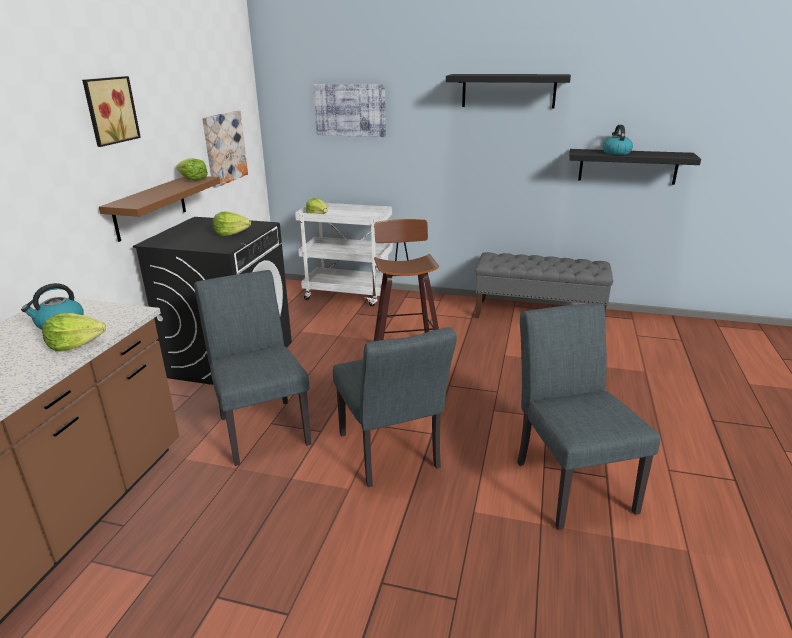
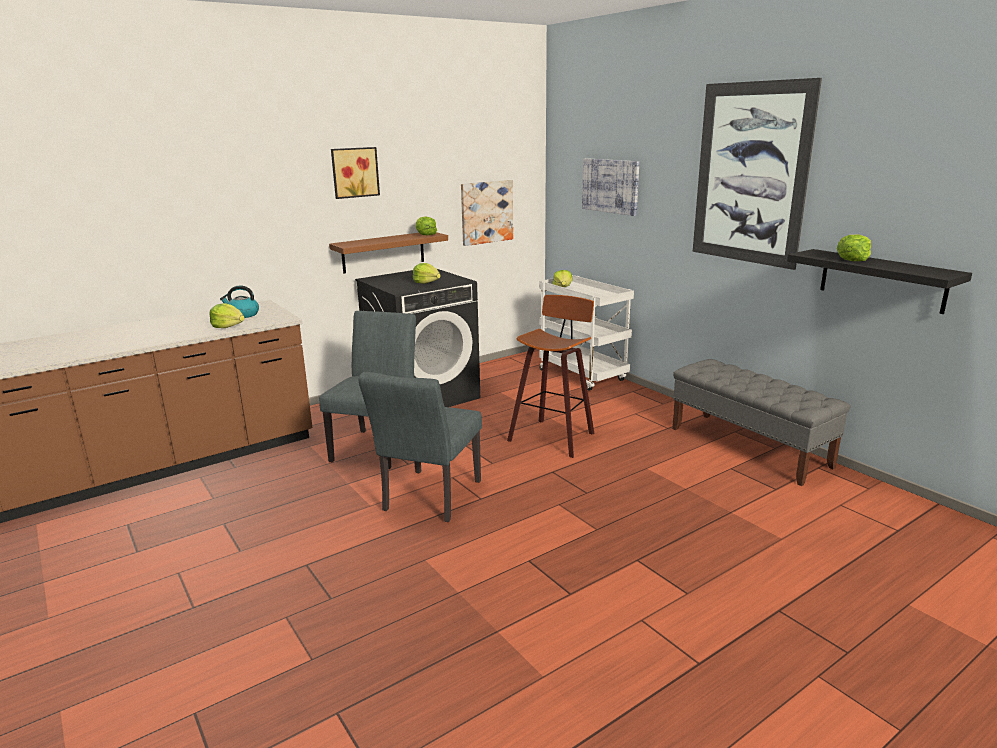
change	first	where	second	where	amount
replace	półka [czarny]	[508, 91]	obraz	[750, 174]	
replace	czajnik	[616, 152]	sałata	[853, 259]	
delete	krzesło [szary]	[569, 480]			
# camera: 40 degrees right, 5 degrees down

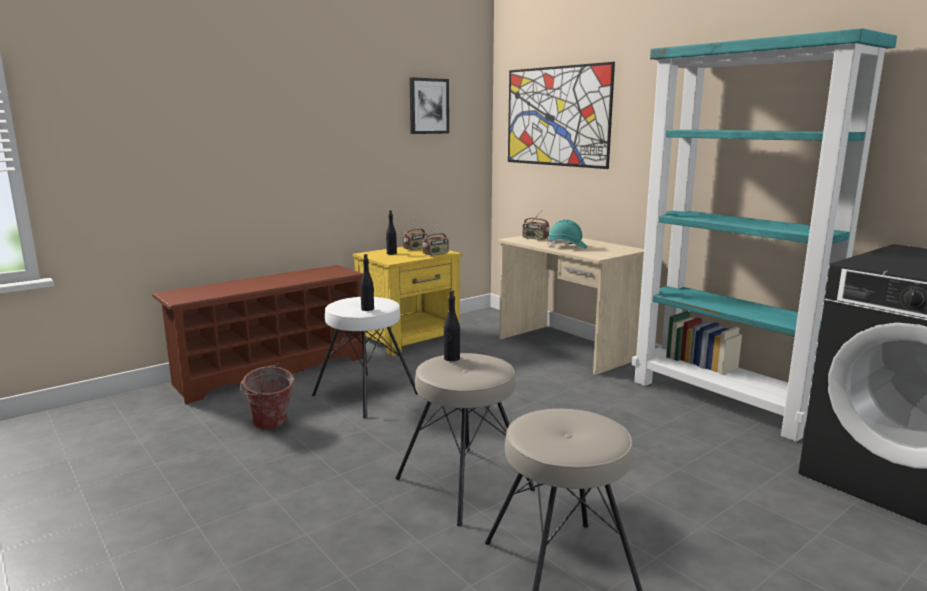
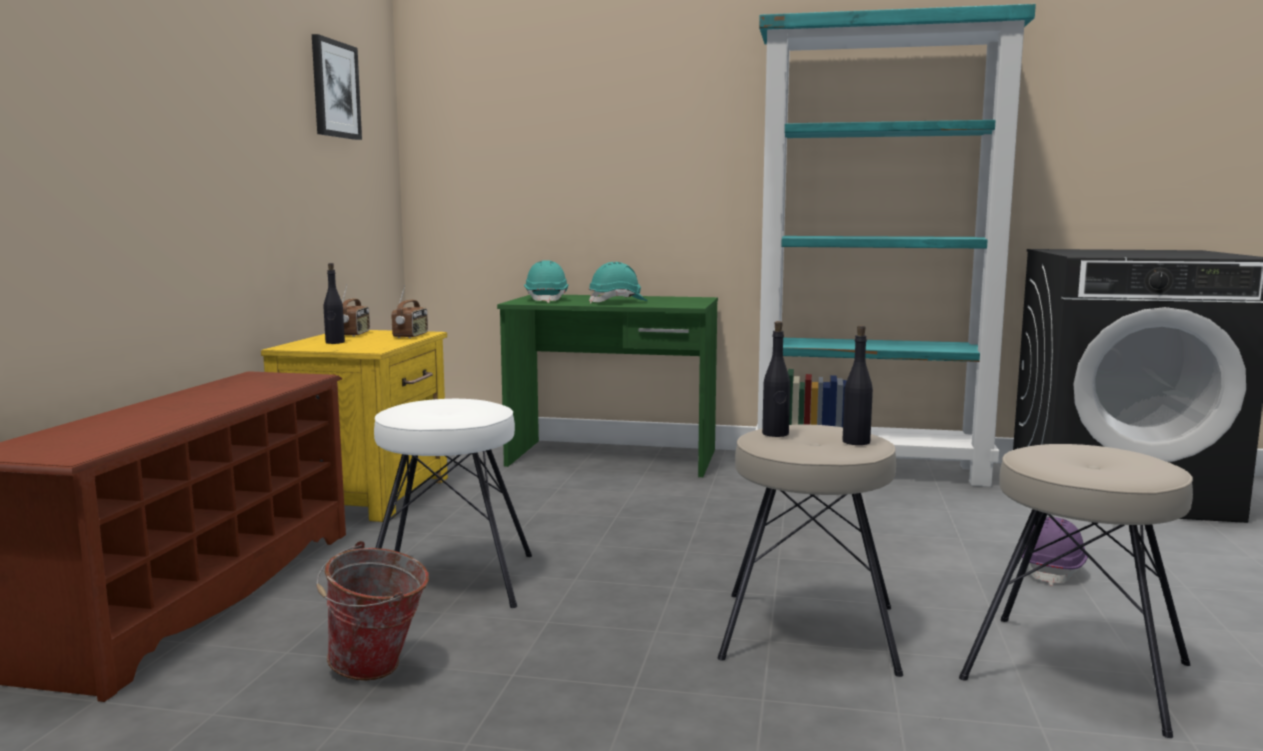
change	first	where	second	where	amount
delete	obraz	[556, 116]			
replace	radio	[535, 239]	kask [turkusowy]	[547, 299]	
recolor	biurko [beżowy]	[566, 348]	biurko [zielony]	[613, 458]	
move	butelka [czarny]	[368, 309]		[856, 442]	
insert			kask [fioletowy]	[1052, 570]	
# camera: 40 degrees left, 5 degrees down

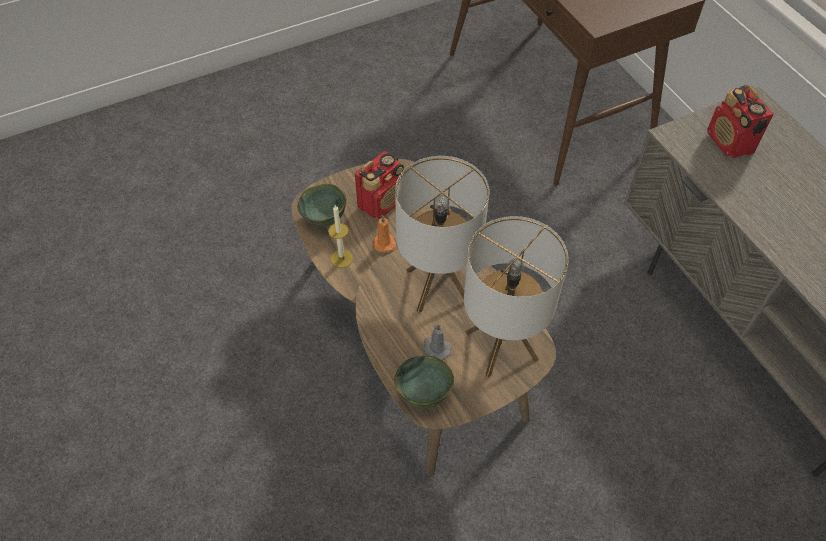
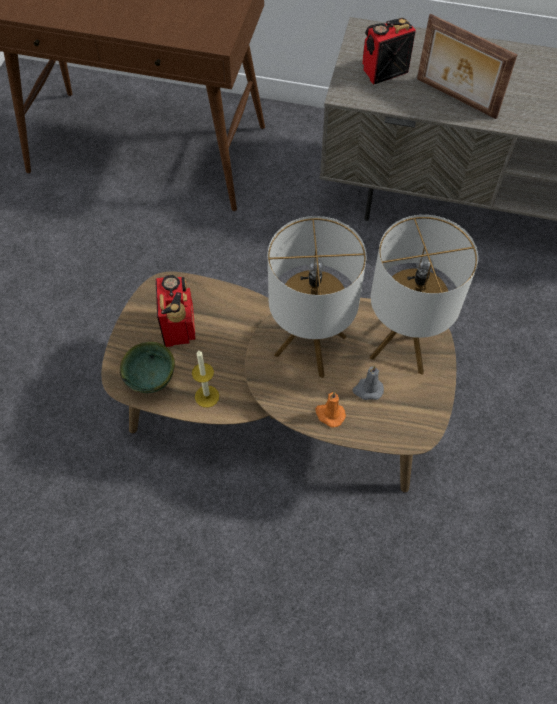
change	first	where	second	where	amount
rotate	radio	[730, 143]		[383, 71]	135 degrees clockwise
move	świeca [pomarańczowy]	[384, 242]		[329, 414]	
delete	miska [zielony]	[422, 395]			
insert			ramka na zdjęcie	[455, 99]	
# camera: 50 degrees left, 5 degrees up

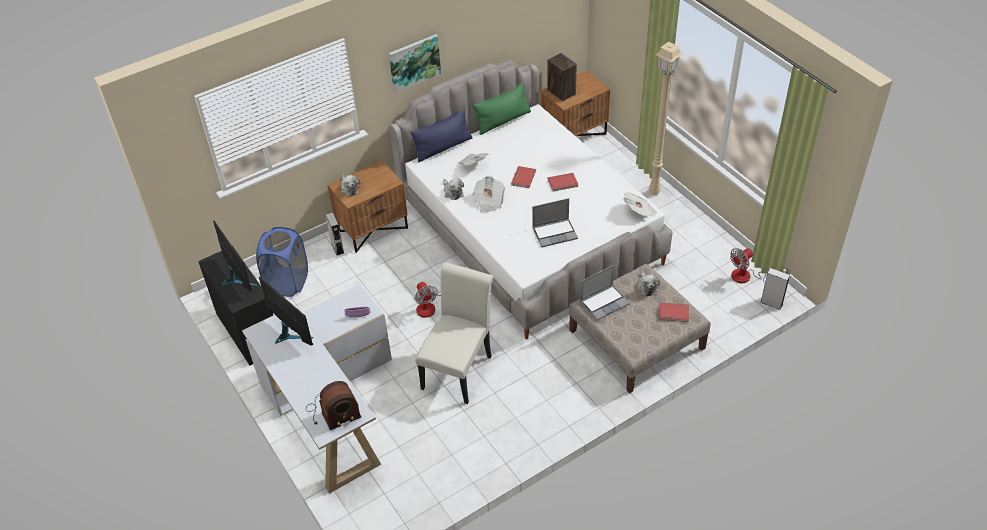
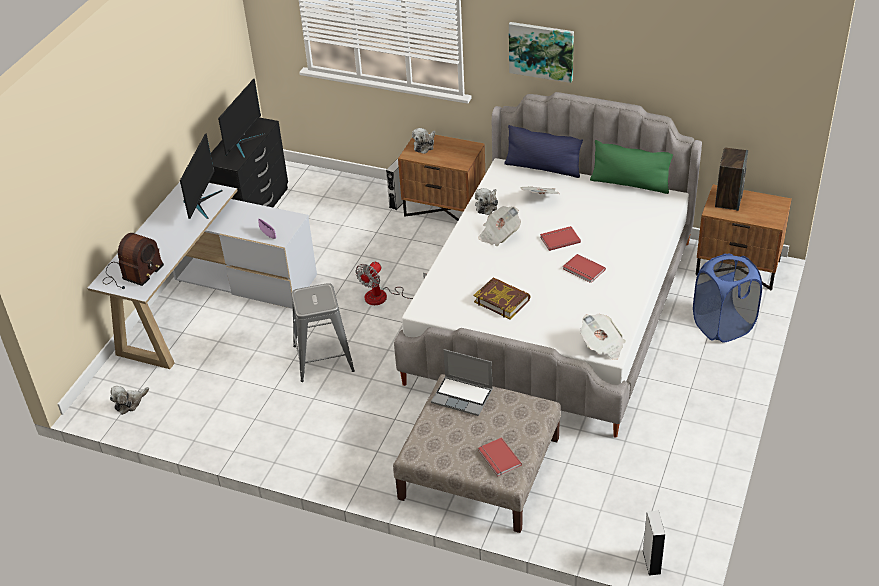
change	first	where	second	where	amount
delete	lampa stojąca [beżowy]	[655, 192]			
replace	laptop	[555, 233]	książka	[502, 301]	
move	kosz na pranie [niebieski]	[288, 282]		[723, 326]	
delete	wentylator	[748, 277]			
replace	krzesło [biały]	[459, 368]	stołek [szary]	[323, 358]	
move	pluszak	[646, 287]		[129, 403]	
rotate	radio	[333, 411]		[132, 274]	90 degrees counterclockwise
# camera: 55 degrees right, 5 degrees down

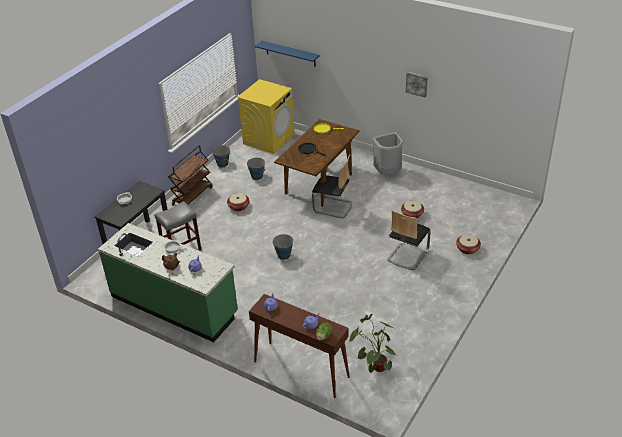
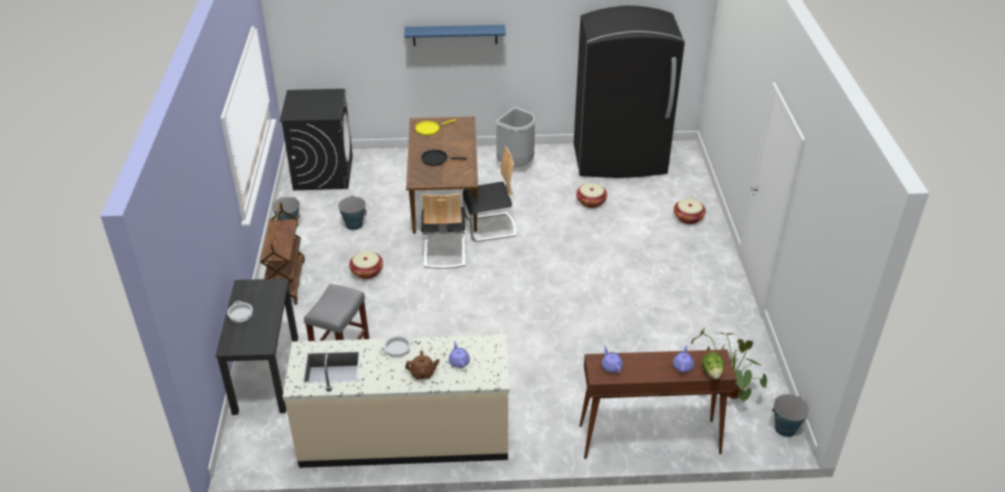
change	first	where	second	where	amount
move	półka [niebieski]	[290, 53]		[455, 35]	
delete	obraz	[417, 84]			
recolor	pralka [żółty]	[269, 139]	pralka [czarny]	[323, 172]	
move	krzesło	[407, 255]		[444, 252]	
recolor	zabudowa kuchenna [zielony]	[174, 305]	zabudowa kuchenna [beżowy]	[404, 436]	
move	wiadro	[283, 255]		[785, 428]	
insert			lodówka [czarny]	[620, 160]	
# camera: 35 degrees left, 0 degrees up

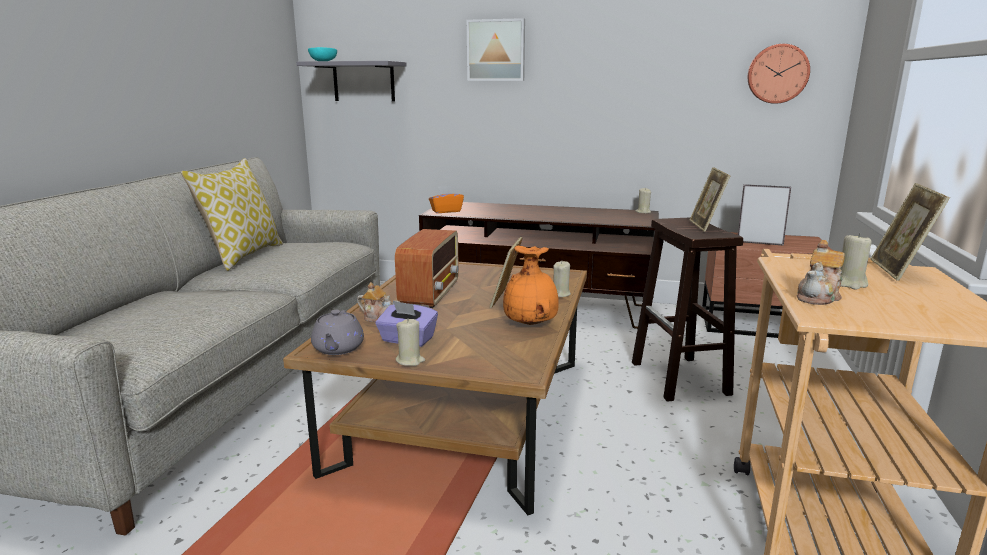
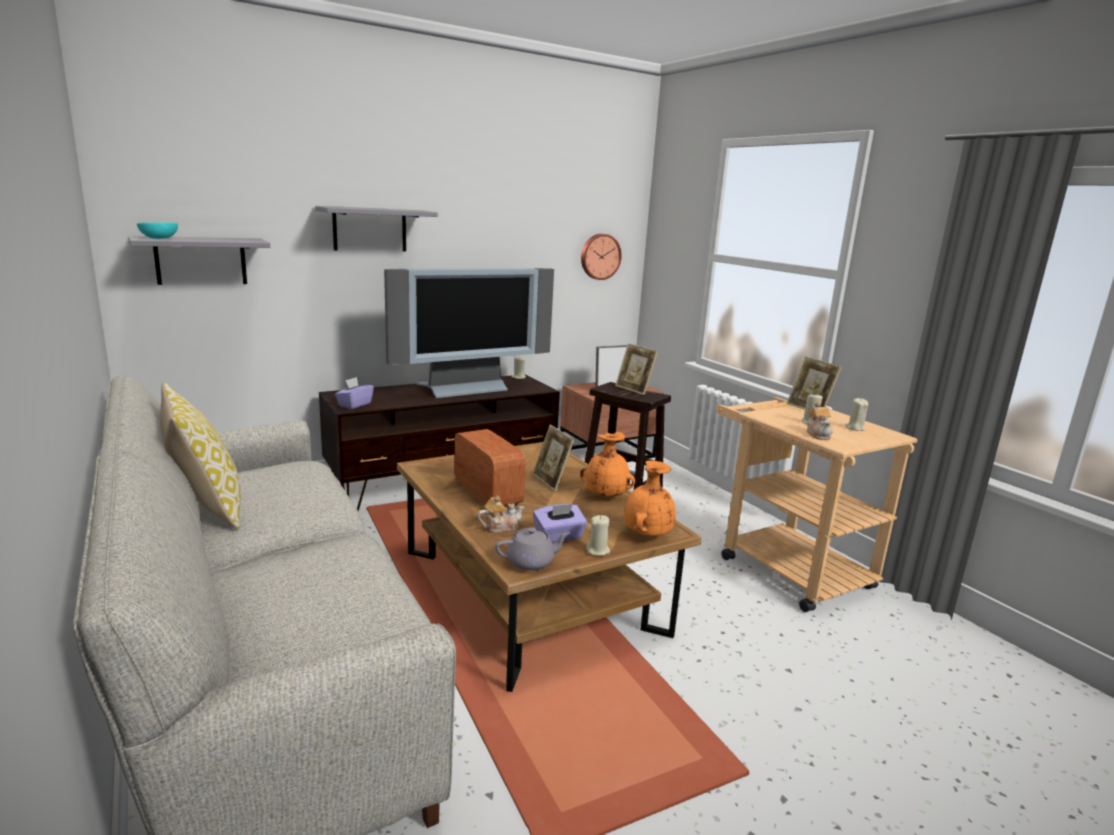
change	first	where	second	where	amount
replace	obraz	[496, 50]	półka [szary]	[370, 229]	
recolor	pudełko chusteczek [pomarańczowy]	[446, 211]	pudełko chusteczek [fioletowy]	[354, 404]	
move	świeca [beżowy]	[560, 294]		[855, 428]	
rotate	imbryk [szary]	[338, 349]		[531, 562]	60 degrees counterclockwise
insert			telewizor	[465, 389]	
insert			wazon [pomarańczowy]	[646, 534]	
# camera: 45 degrees left, 0 degrees up

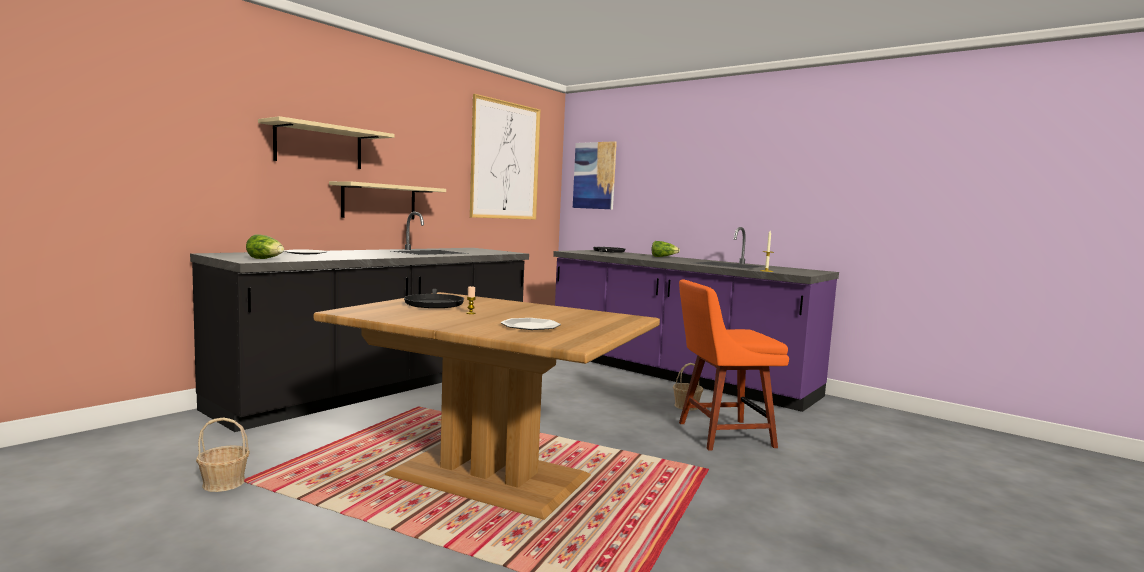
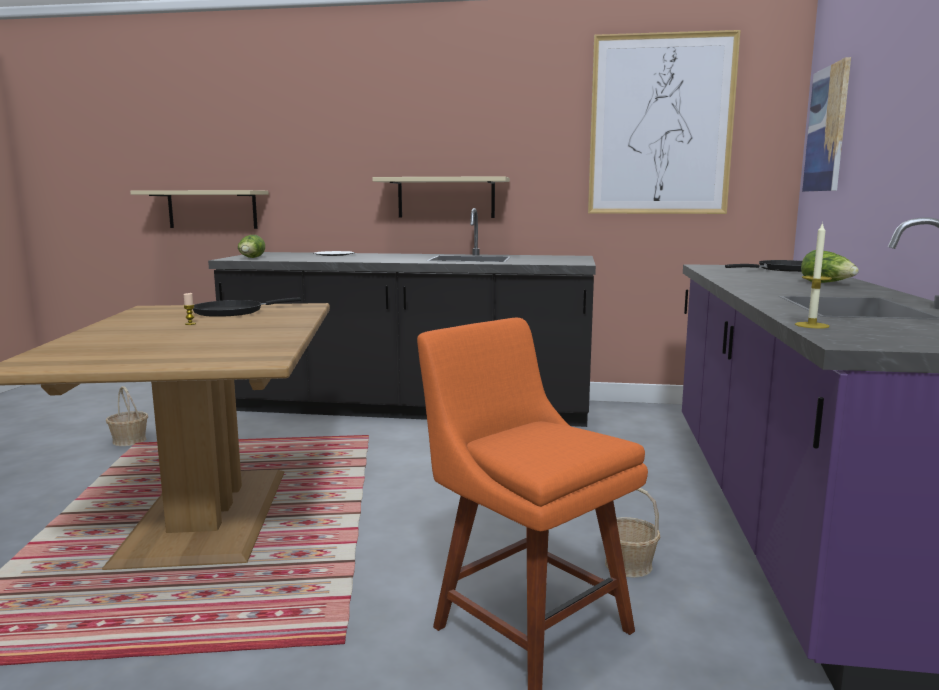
change	first	where	second	where	amount
move	półka [beżowy]	[319, 146]		[212, 209]	
delete	talerz	[530, 326]			
# camera: 60 degrees right, 5 degrees up

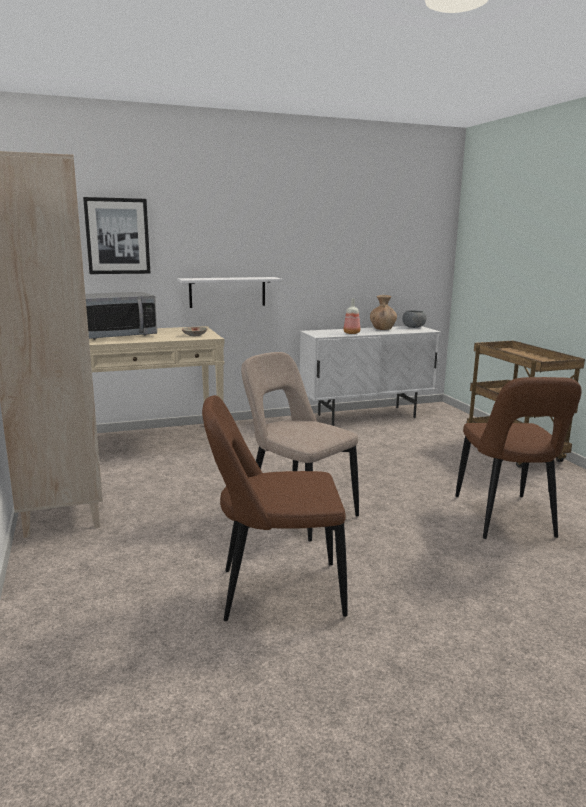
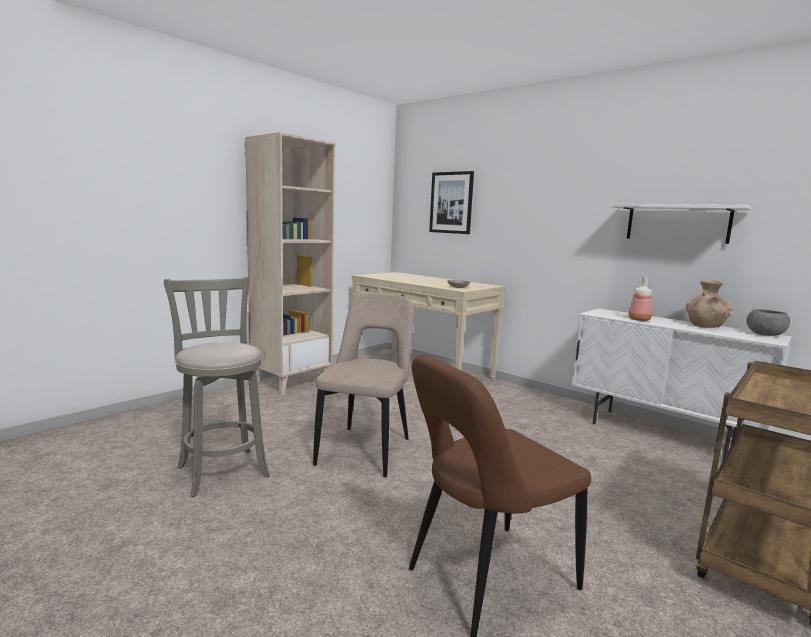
change	first	where	second	where	amount
move	półka [biały]	[227, 292]		[677, 223]	
delete	mikrofalówka	[117, 335]			
replace	krzesło [brązowy]	[274, 592]	stołek [szary]	[222, 469]	
# camera: 60 degrees right, 5 degrees down

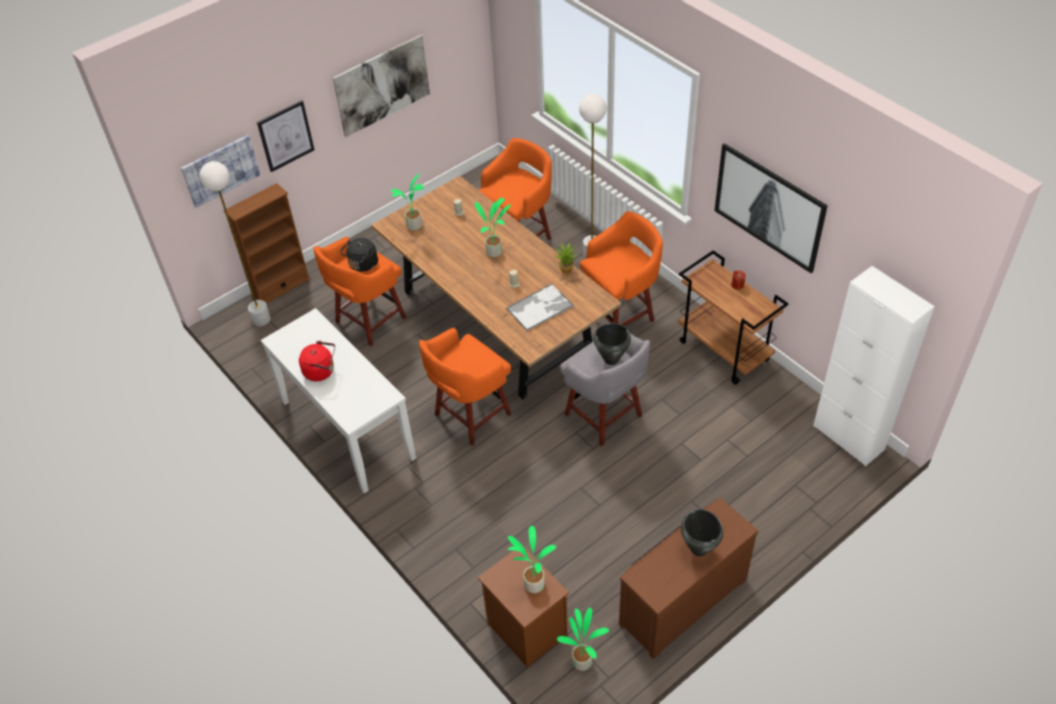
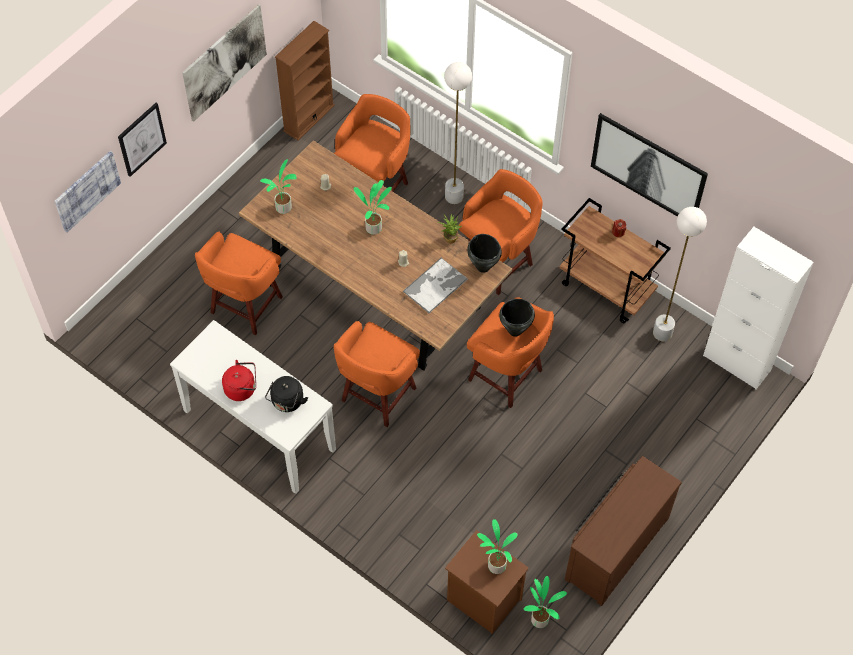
change	first	where	second	where	amount
move	lampa stojąca [biały]	[261, 319]		[662, 333]	
move	regał [brązowy]	[281, 287]		[309, 118]	
move	czajnik [czarny]	[362, 265]		[287, 402]	
recolor	stołek [szary]	[605, 417]	stołek [pomarańczowy]	[507, 376]	
move	garnek [czarny]	[699, 549]		[483, 266]	
# camera: 15 degrees left, 10 degrees up

